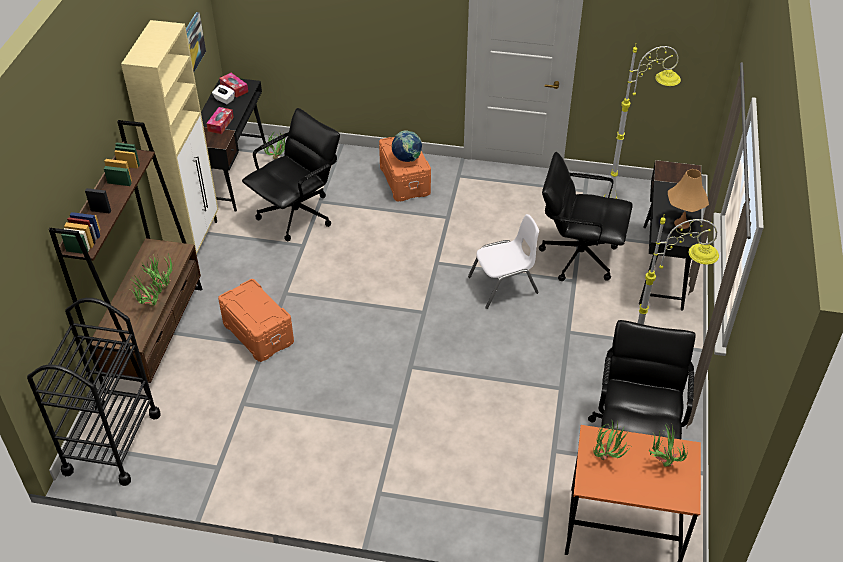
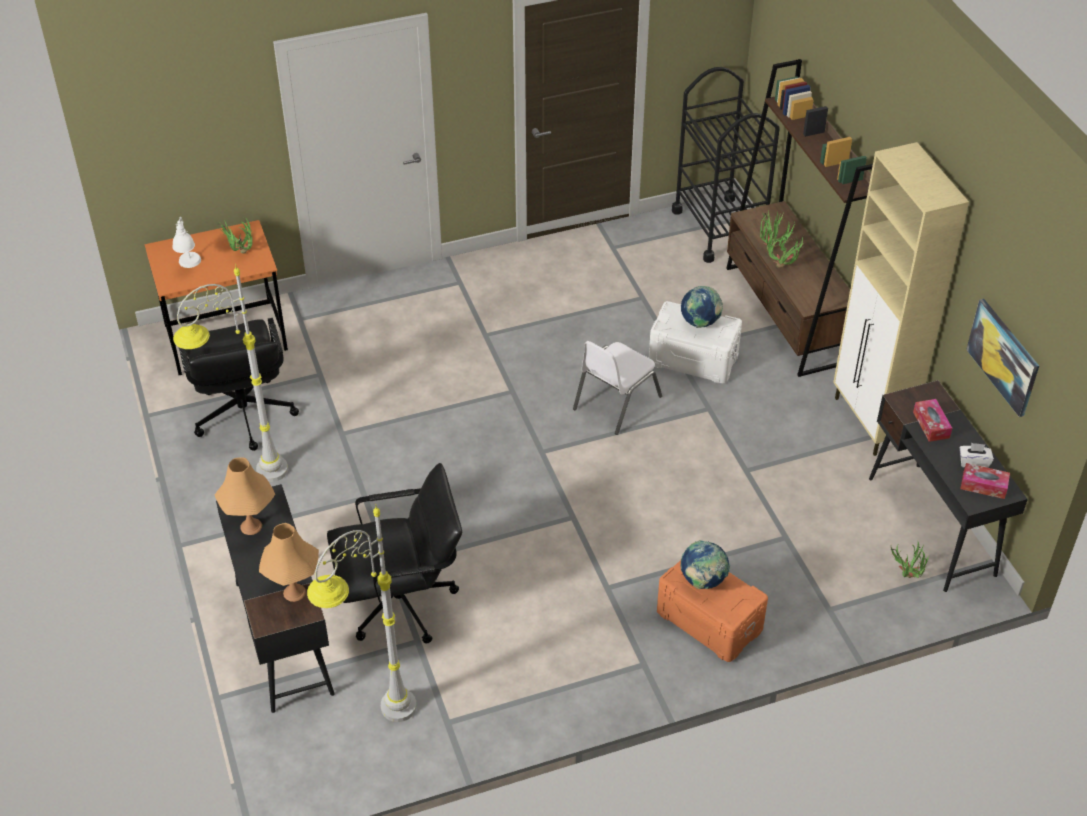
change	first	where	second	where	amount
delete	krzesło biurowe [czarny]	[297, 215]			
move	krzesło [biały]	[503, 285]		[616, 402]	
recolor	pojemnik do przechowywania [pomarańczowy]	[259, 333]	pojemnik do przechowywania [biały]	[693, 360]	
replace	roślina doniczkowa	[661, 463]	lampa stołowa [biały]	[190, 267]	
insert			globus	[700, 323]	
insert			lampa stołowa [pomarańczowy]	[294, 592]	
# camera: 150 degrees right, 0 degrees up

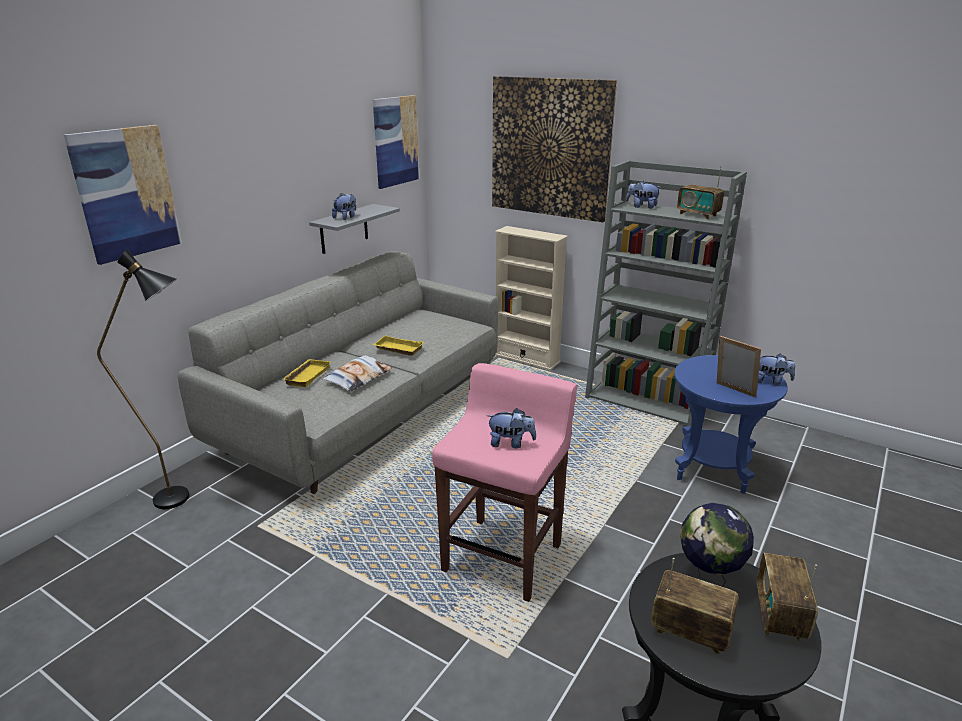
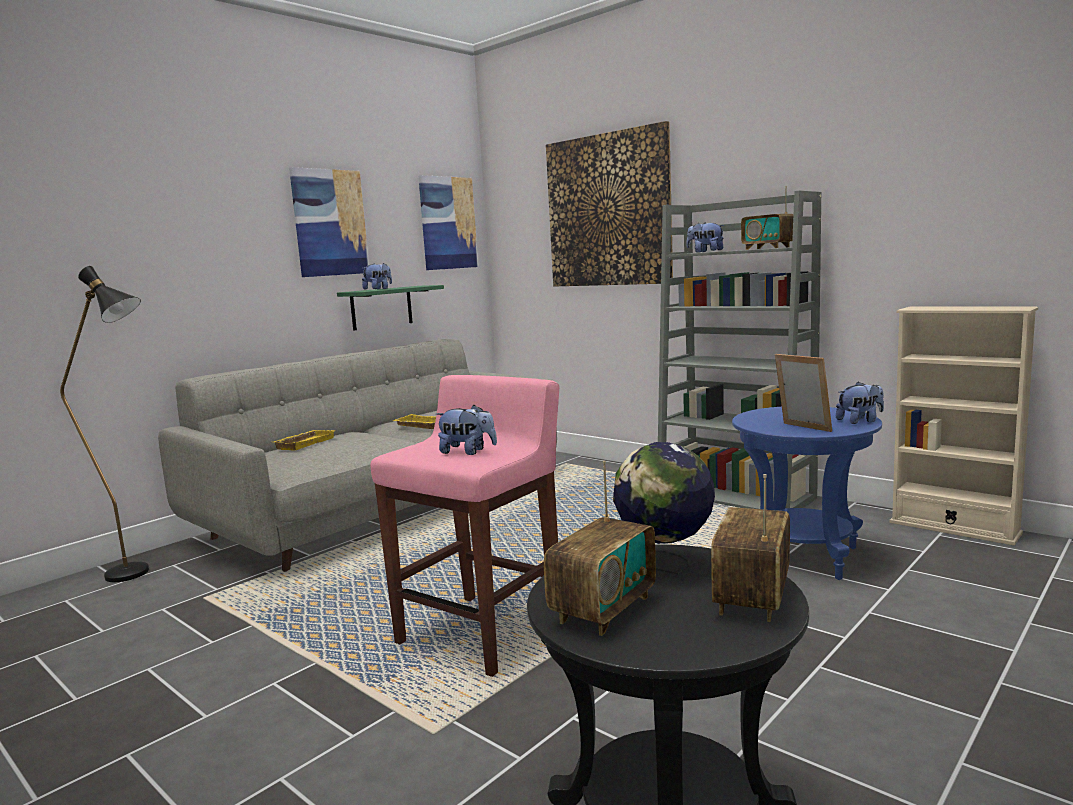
change	first	where	second	where	amount
move	obraz	[126, 193]		[330, 223]	
recolor	półka [szary]	[344, 229]	półka [zielony]	[381, 307]	
move	regał [beżowy]	[526, 358]		[954, 528]	
rotate	pluszak	[771, 382]		[860, 421]	45 degrees counterclockwise
delete	poduszka	[358, 378]			
rotate	radio	[690, 632]		[603, 609]	90 degrees clockwise
# camera: 10 degrees right, 15 degrees down

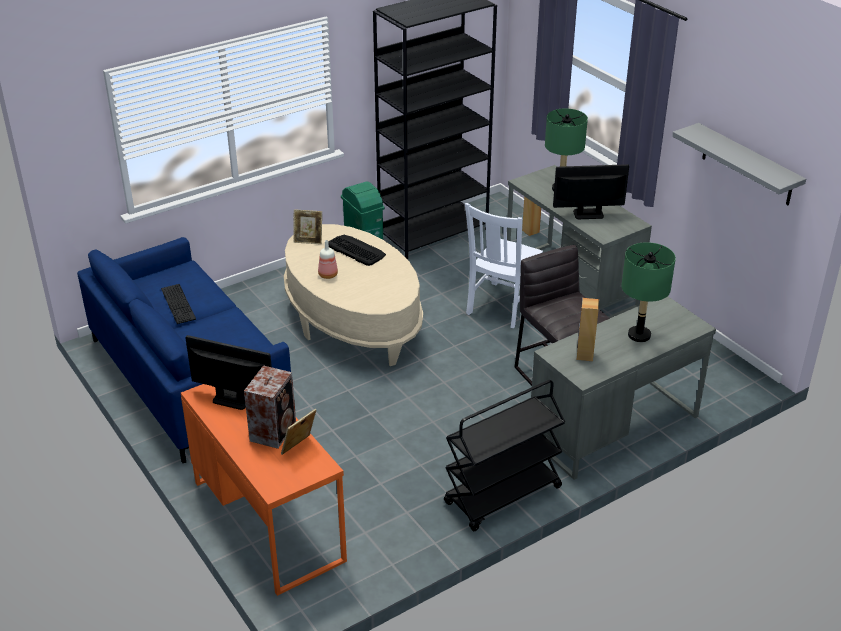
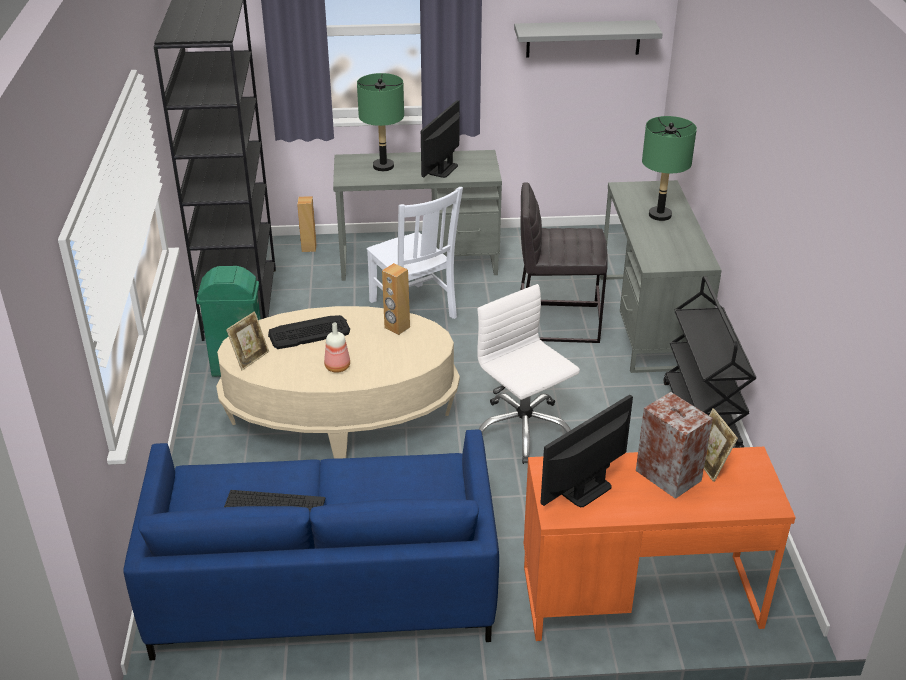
change	first	where	second	where	amount
move	głośnik [brązowy]	[584, 355]		[397, 327]	
insert			krzesło biurowe [biały]	[523, 429]	
# camera: 60 degrees left, 0 degrees up

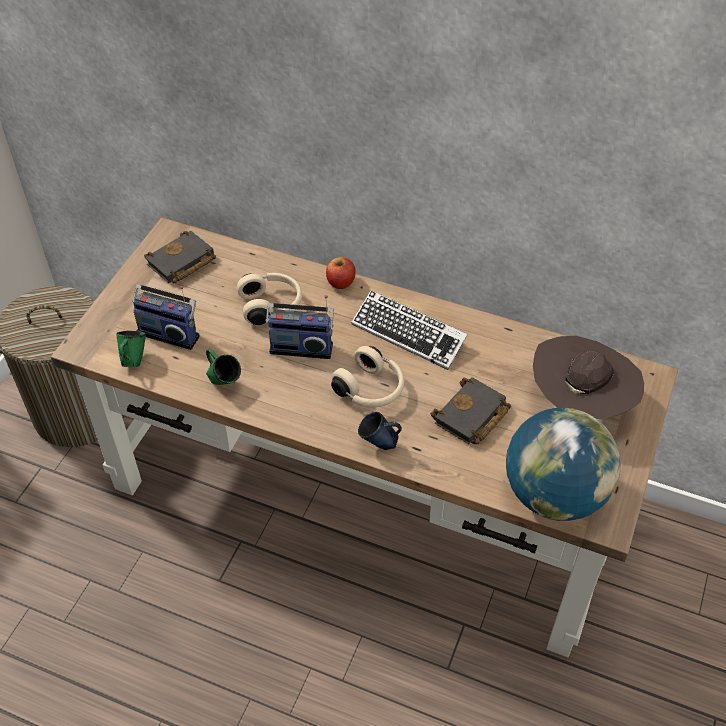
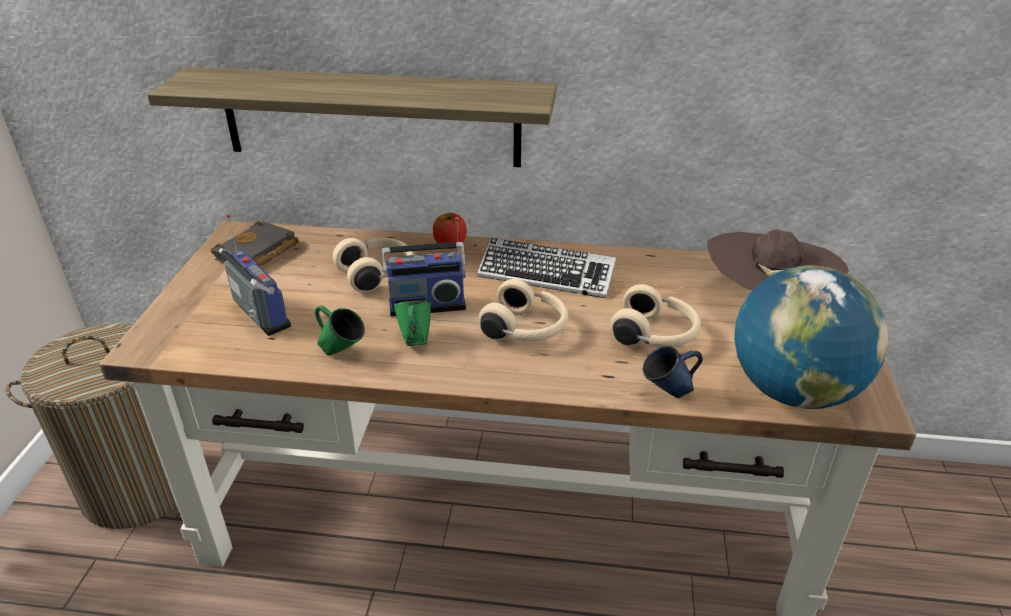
change	first	where	second	where	amount
rotate	radio	[170, 332]		[258, 316]	135 degrees counterclockwise
move	kubek [zielony]	[133, 360]		[415, 341]	
replace	książka [czarny]	[471, 417]	słuchawki [beżowy]	[655, 335]	
move	kubek [niebieski]	[379, 444]		[668, 394]	
insert			półka	[371, 117]	
# camera: 15 degrees left, 15 degrees down

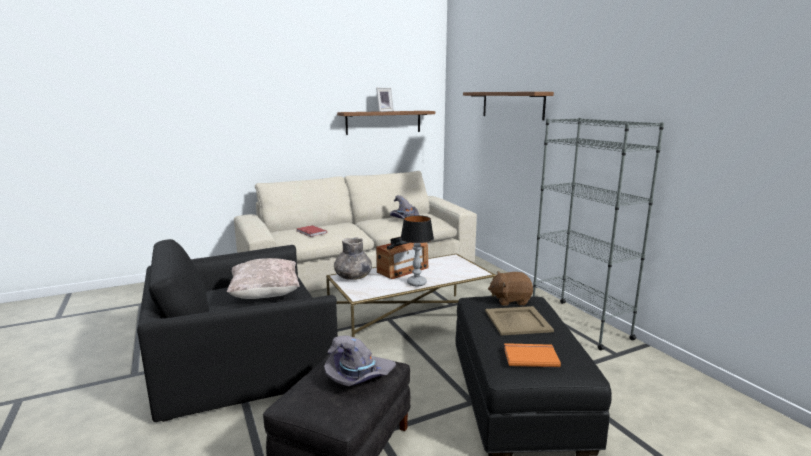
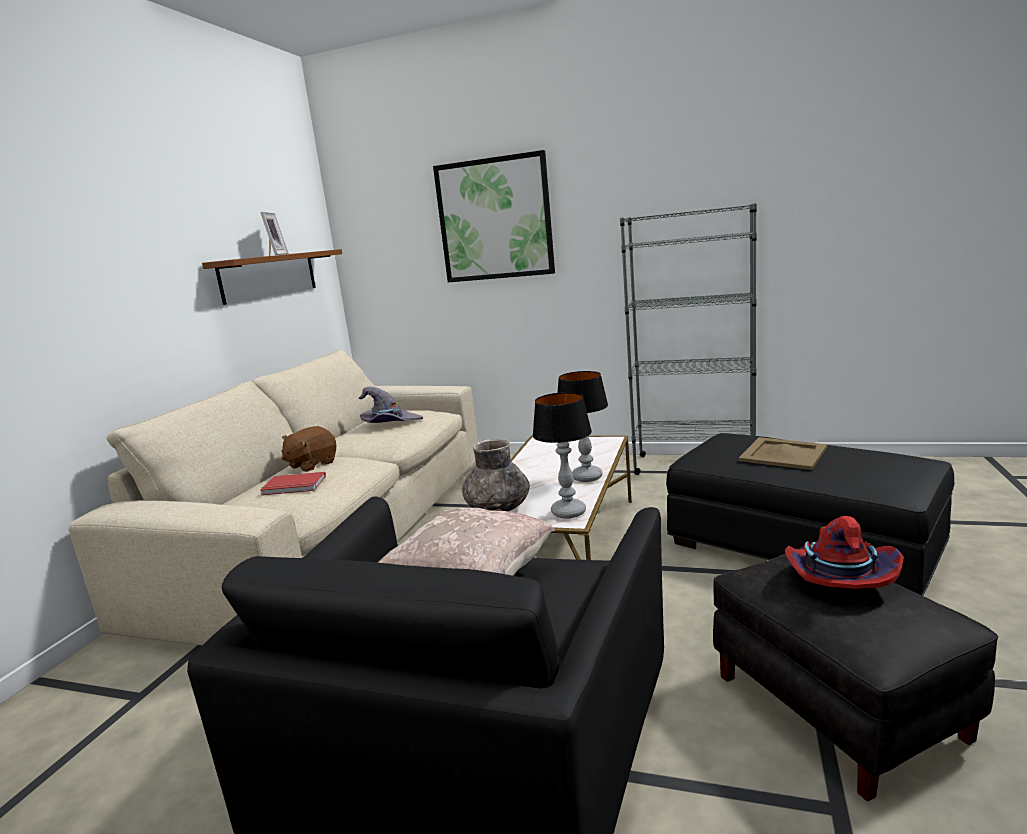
change	first	where	second	where	amount
replace	półka [brązowy]	[512, 105]	obraz	[495, 219]	
delete	radio	[403, 270]			
move	pluszak [brązowy]	[510, 300]		[311, 464]	
recolor	kapelusz [szary]	[359, 376]	kapelusz [czerwony]	[837, 578]	
delete	książka [pomarańczowy]	[530, 356]			
insert			lampa stołowa	[569, 512]	
# camera: 45 degrees left, 0 degrees up

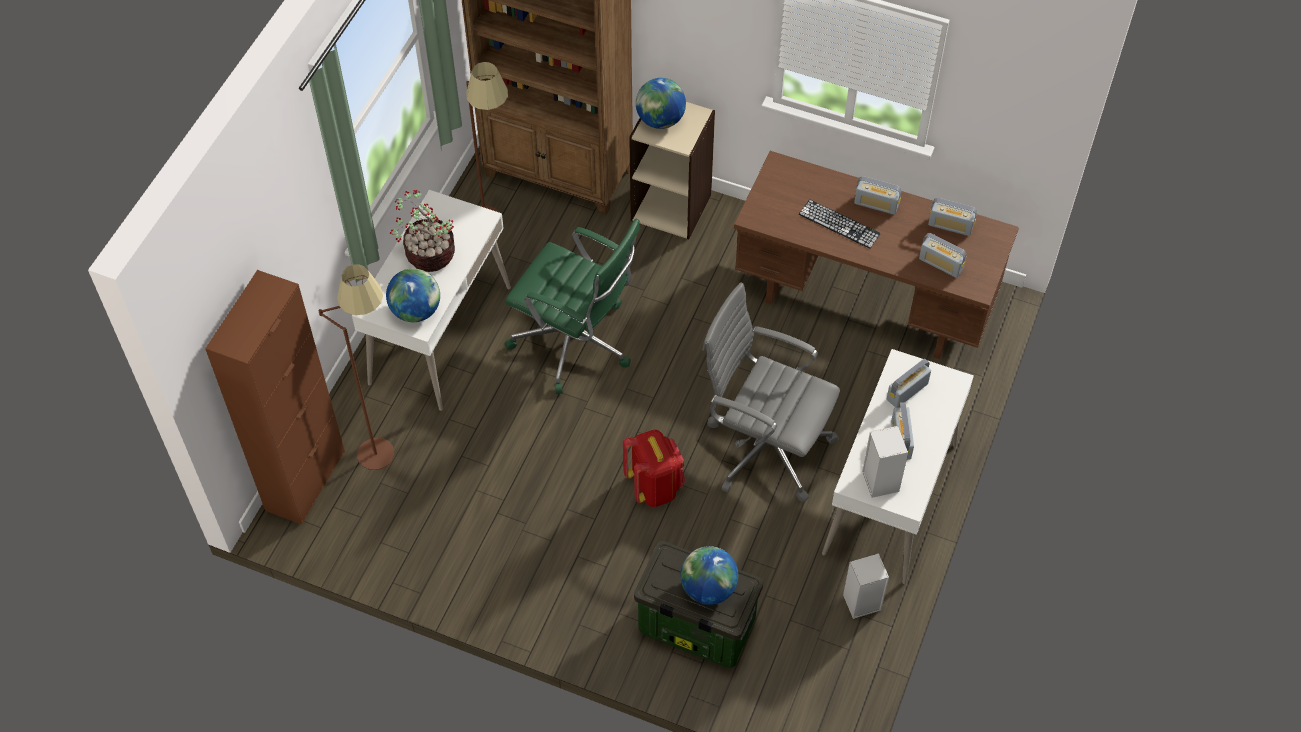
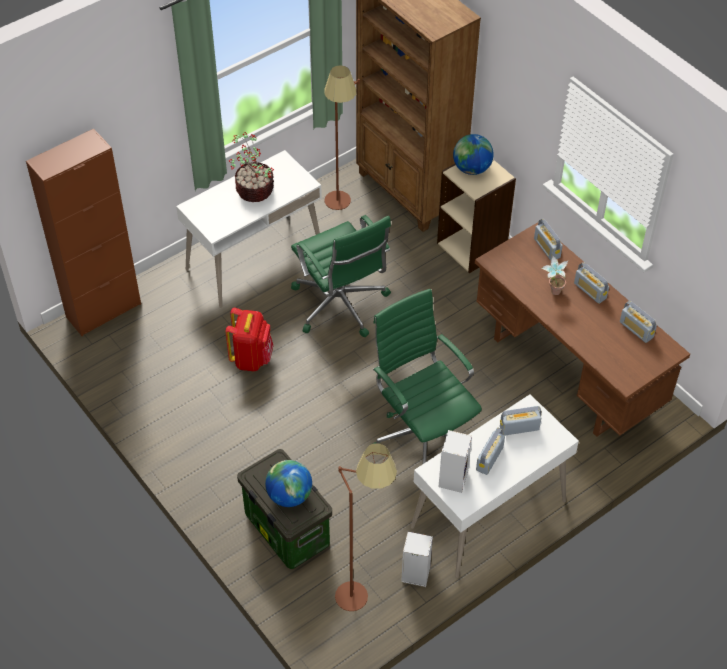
change	first	where	second	where	amount
replace	klawiatura	[839, 224]	roślina doniczkowa	[552, 292]	
move	radio	[941, 264]		[547, 248]	
move	lampa stojąca [brązowy]	[382, 440]		[363, 587]	
delete	globus	[416, 311]			
recolor	krzesło biurowe [szary]	[765, 446]	krzesło biurowe [zielony]	[423, 435]	
move	plecak [czerwony]	[654, 486]		[251, 358]	
# camera: 30 degrees right, 5 degrees down

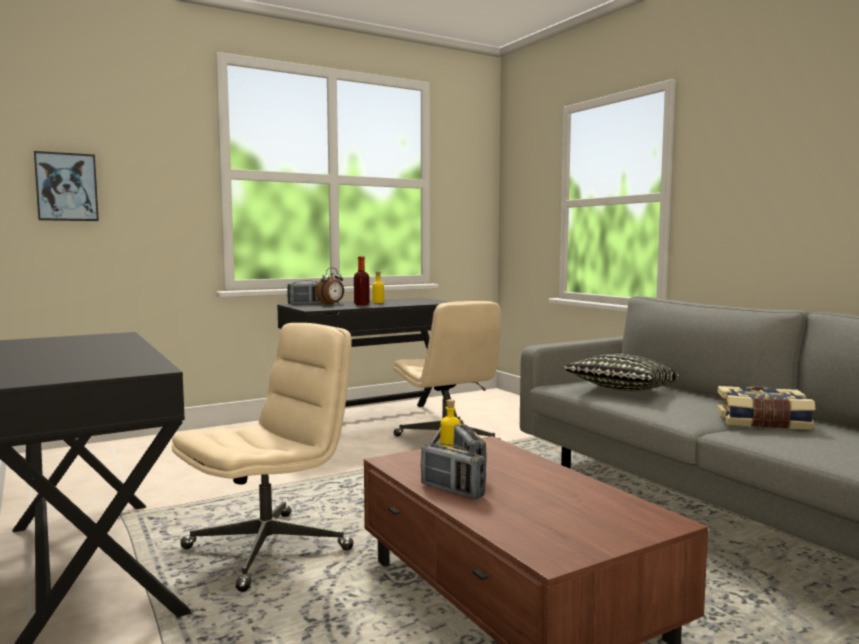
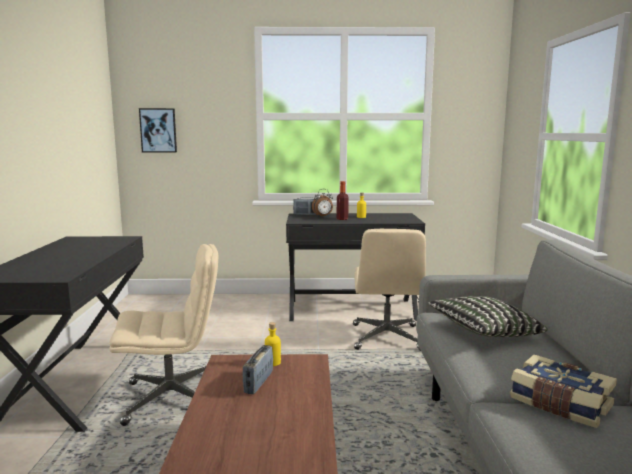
change	first	where	second	where	amount
delete	radio	[452, 490]			
# camera: 30 degrees right, 5 degrees up

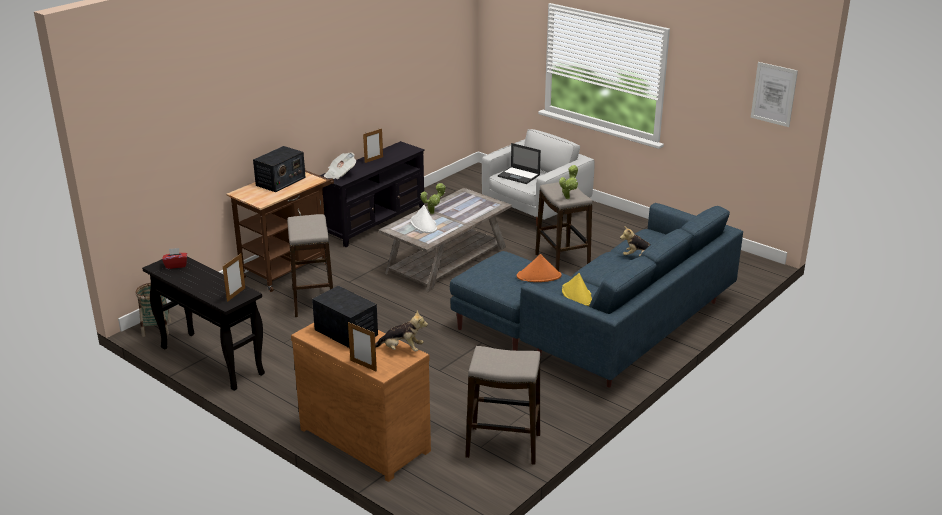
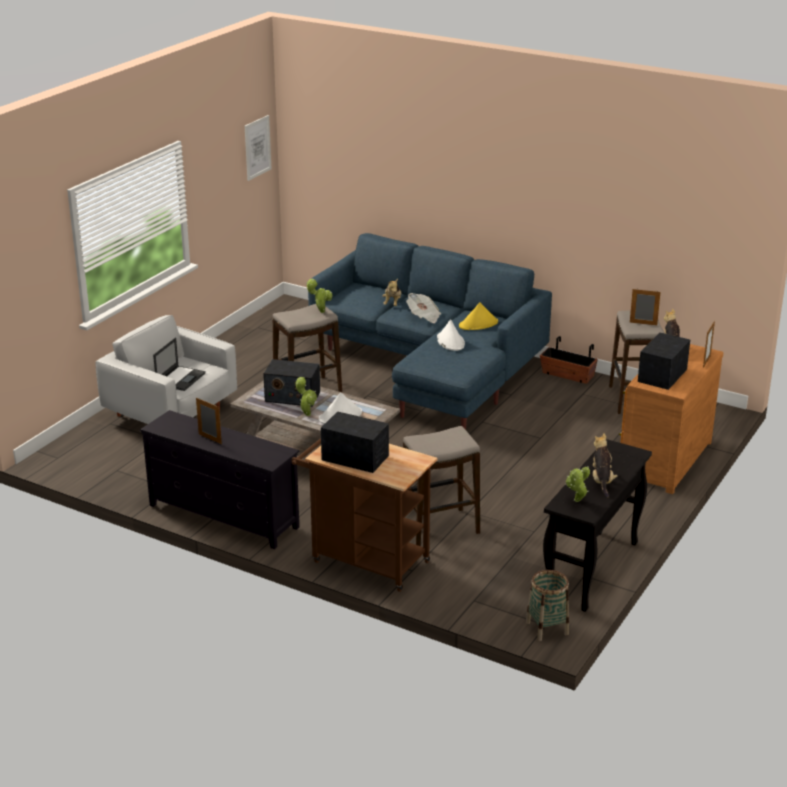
change	first	where	second	where	amount
move	gazeta	[340, 174]		[424, 316]	
replace	pudełko chusteczek [czerwony]	[176, 265]	roślina doniczkowa	[576, 501]	
move	ramka na zdjęcie	[236, 294]		[643, 323]	
recolor	kapelusz [pomarańczowy]	[539, 276]	kapelusz [biały]	[450, 341]	
insert			donica	[567, 375]	
insert			radio	[292, 396]	
insert			pluszak	[602, 481]	
# camera: 100 degrees left, 0 degrees up

